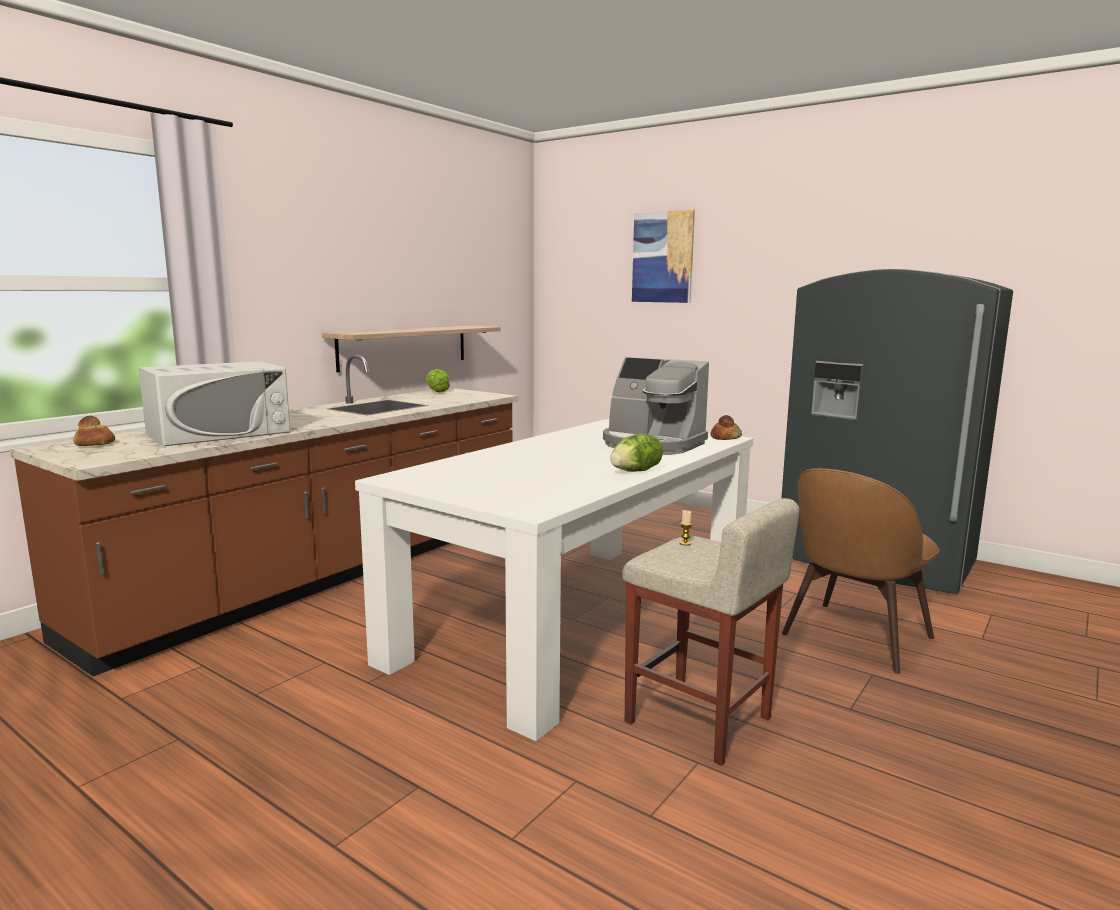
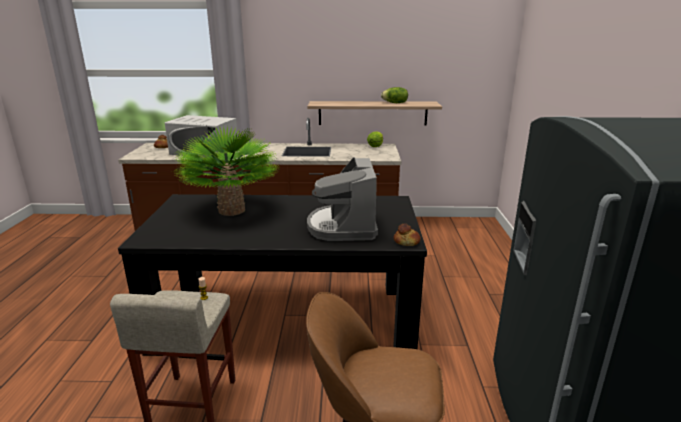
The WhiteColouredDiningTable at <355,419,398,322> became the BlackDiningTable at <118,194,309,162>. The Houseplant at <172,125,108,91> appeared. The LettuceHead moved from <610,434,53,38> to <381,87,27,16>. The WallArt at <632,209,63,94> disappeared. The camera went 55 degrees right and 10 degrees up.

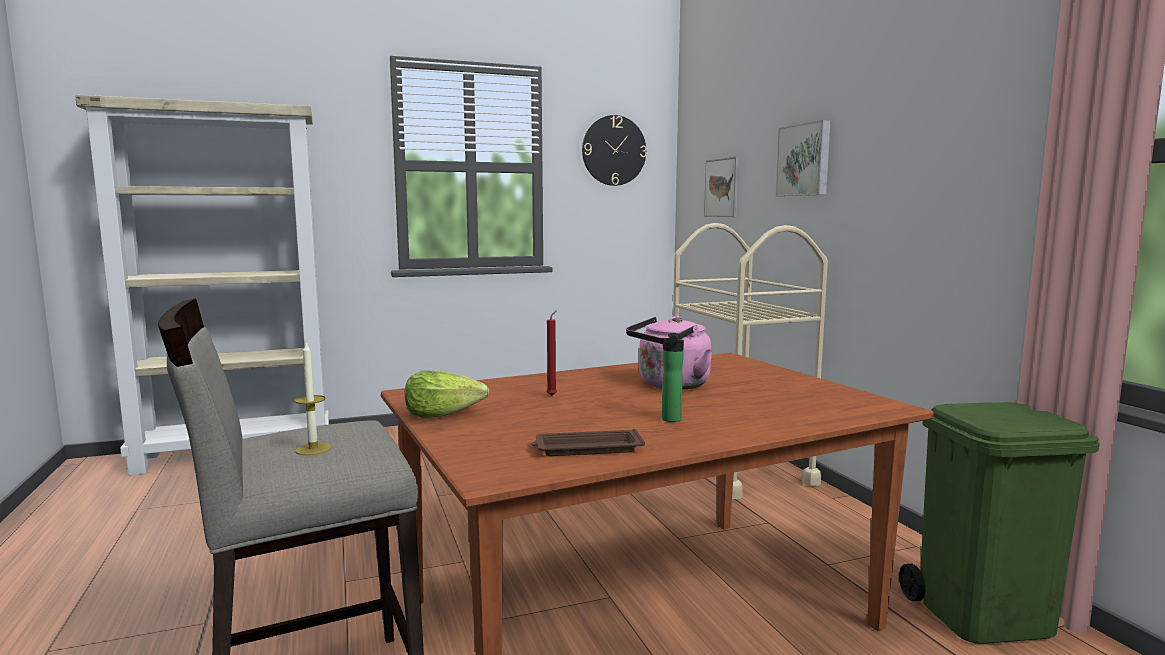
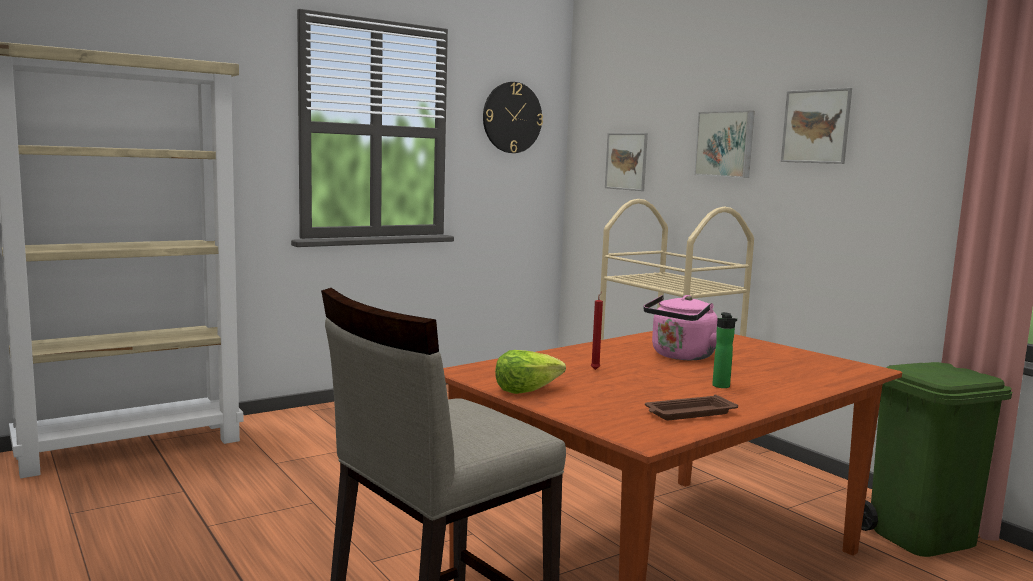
The WallArt at <781,88,71,76> appeared. The WaxCandle at <294,343,37,112> disappeared. The camera went 15 degrees left and 0 degrees up.

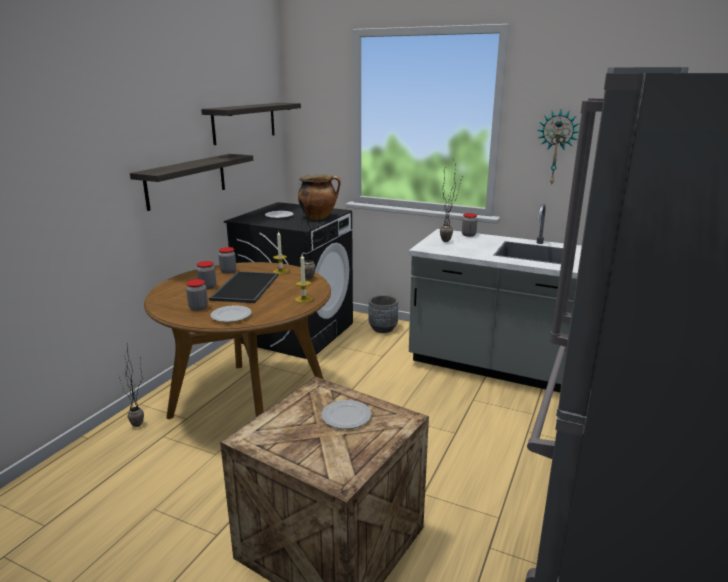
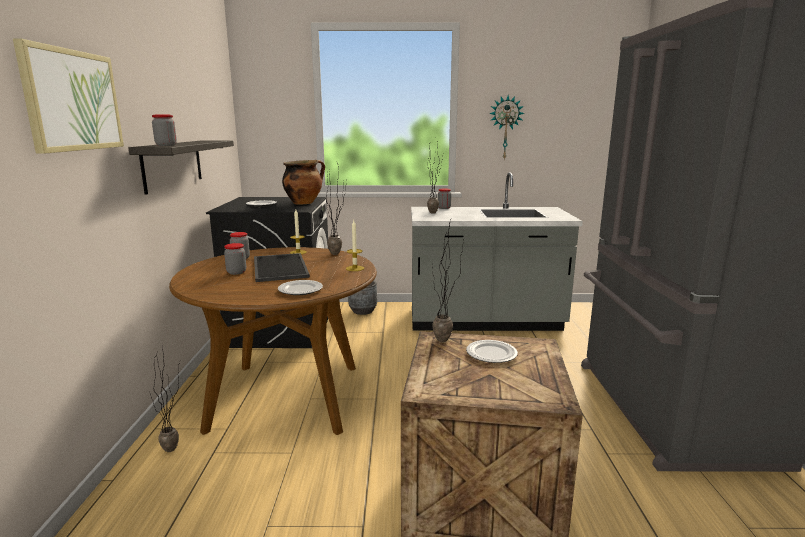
The WallArt at <13,39,111,115> appeared. The PreserveJar moved from <186,279,22,32> to <152,114,25,32>. The Houseplant at <432,217,32,125> appeared. The WallShelf at <201,103,100,42> disappeared. The camera went 25 degrees left and 5 degrees down.

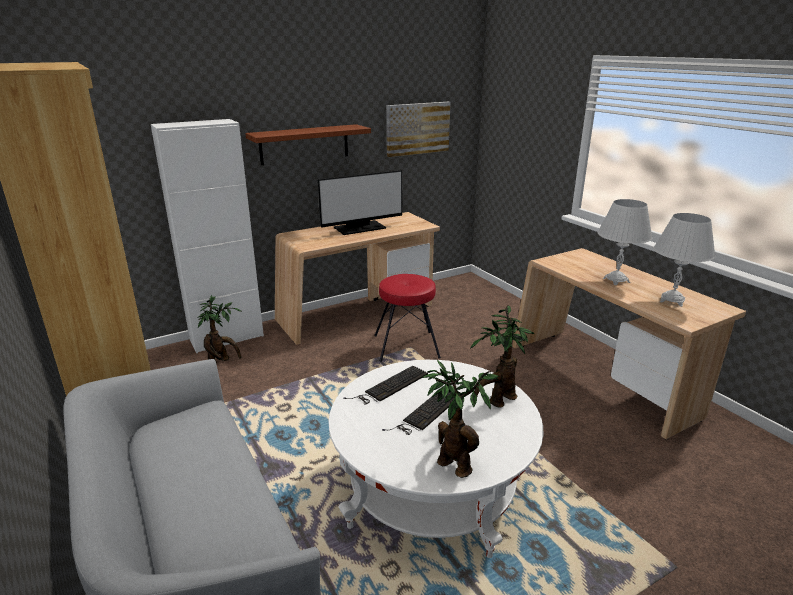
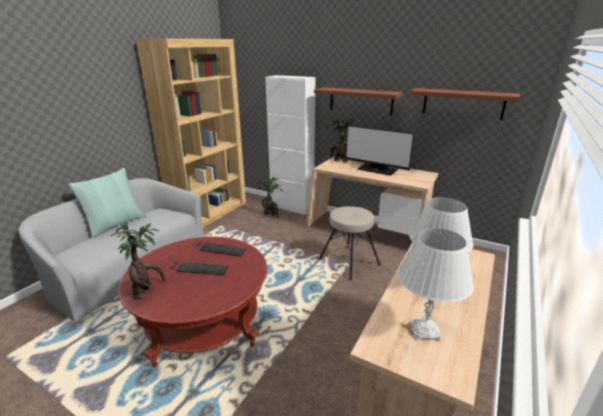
The Pillow at <68,168,77,70> appeared. The WhiteColouredLowTable at <328,360,215,198> became the ReddishLowTable at <118,237,149,130>. The ReddishSittingStool at <374,274,67,88> became the BeigeSittingStool at <319,206,61,75>. The Houseplant moved from <470,305,64,103> to <326,118,28,44>. The WallArt at <386,102,65,55> was replaced by the BrownColouredWallShelf at <410,88,110,32>. The camera went 60 degrees right and 0 degrees up.

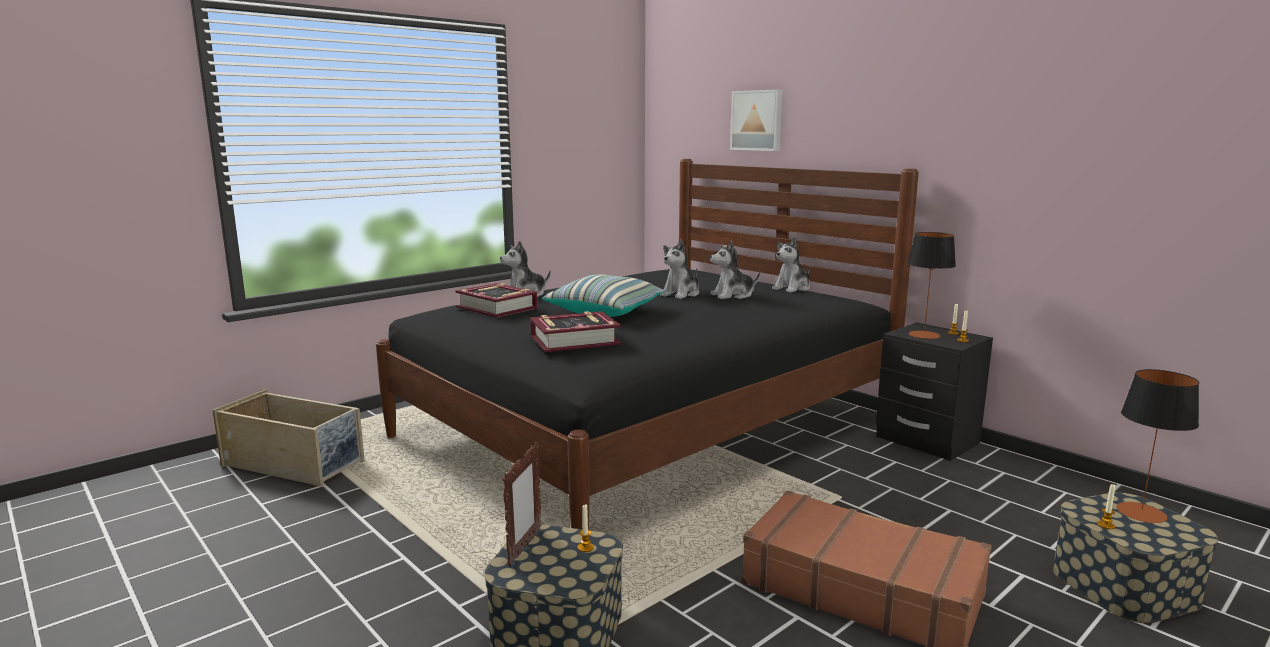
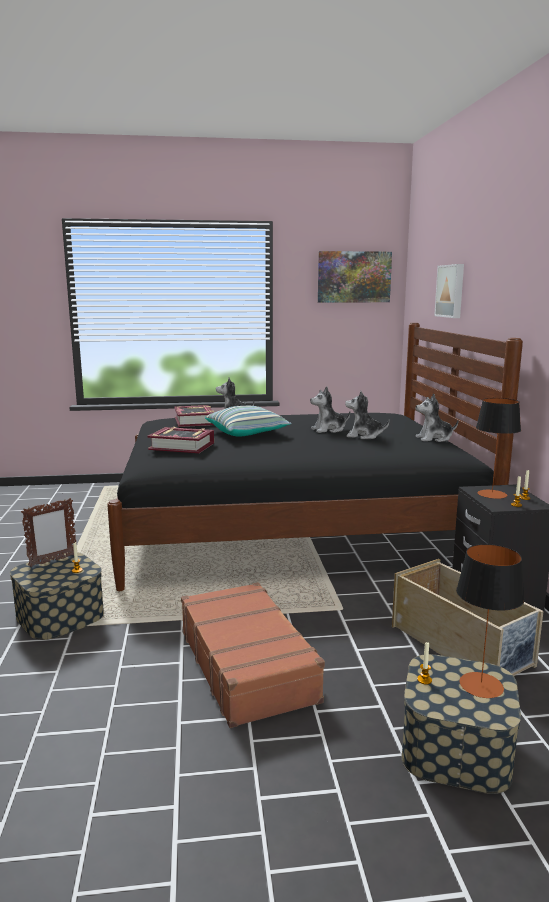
The WallArt at <318,251,74,52> appeared. The BeigeStorageBin moved from <212,389,153,97> to <392,559,152,117>. The camera went 35 degrees right and 0 degrees up.

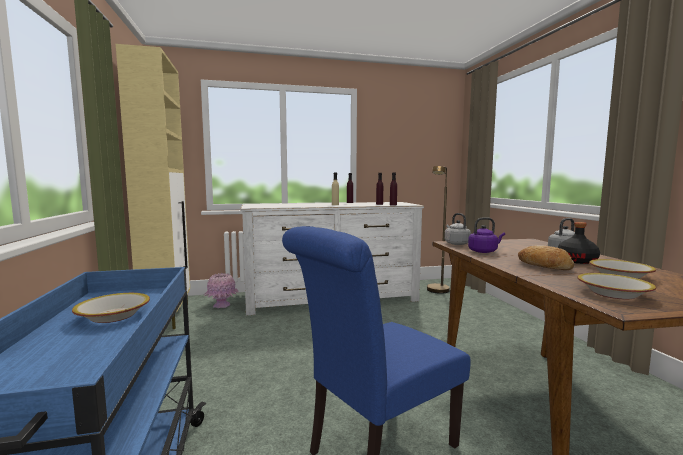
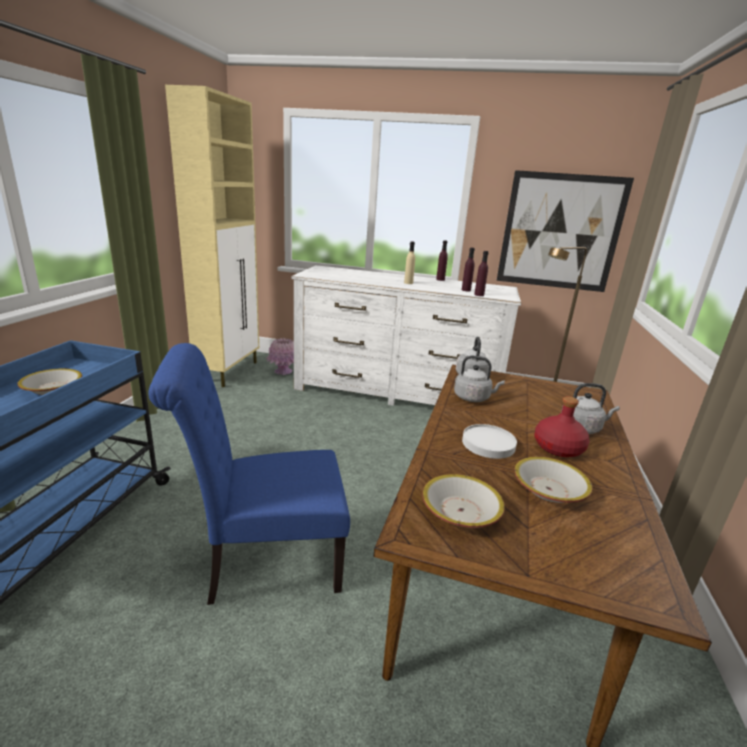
The PurpleColouredTeaKettle at <468,217,37,36> became the GreyishTeaKettle at <454,356,51,46>. The BakeryBread at <518,245,56,25> was replaced by the WhiteColouredPlate at <462,424,55,35>. The WallArt at <497,170,137,122> appeared. The BlackDrinkBottle at <557,222,43,42> became the ReddishDrinkBottle at <534,396,56,61>. The camera went 25 degrees right and 15 degrees up.

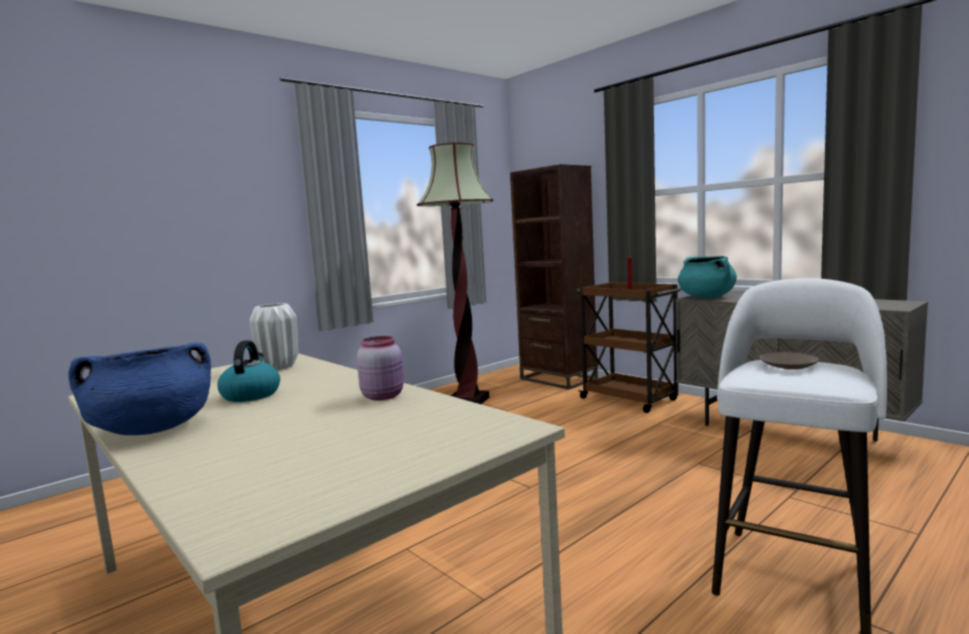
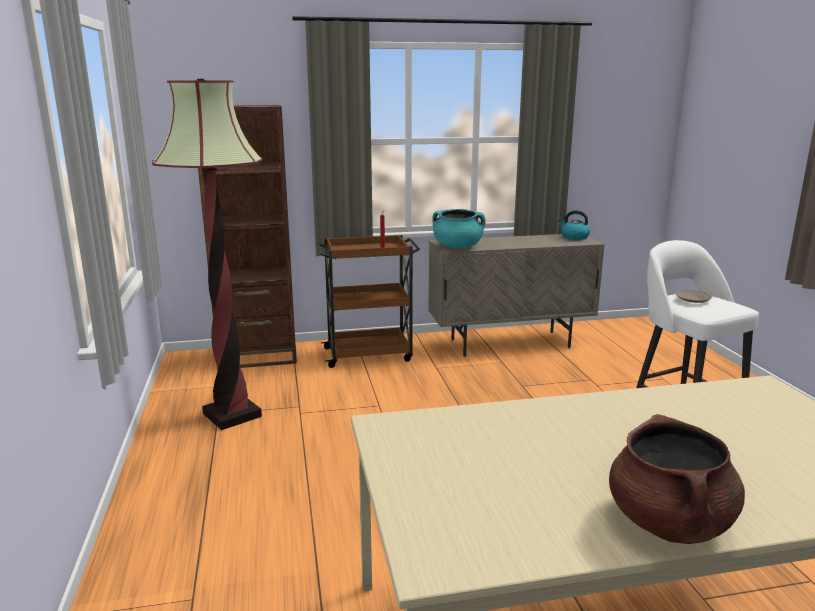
The TeaKettle moved from <217,340,63,62> to <558,210,32,30>. The BluishStockpot at <69,342,142,93> became the BrownColouredStockpot at <609,414,136,130>. The WhiteColouredDecorativeVase at <249,303,49,67> disappeared. The PinkishPreserveJar at <357,336,47,65> disappeared. The camera went 60 degrees left and 10 degrees up.

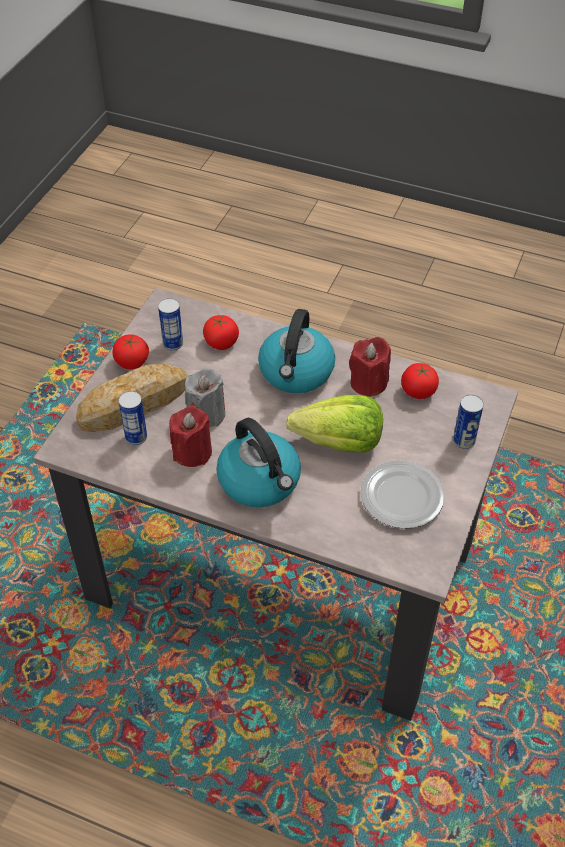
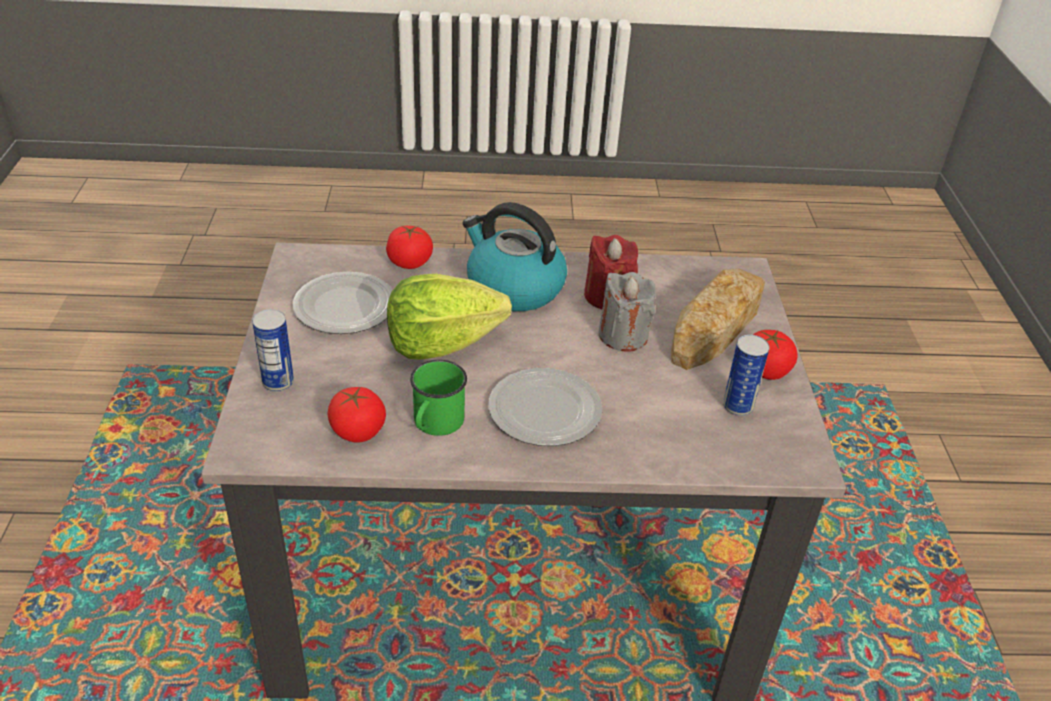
The FreshTomato moved from <203,315,36,35> to <386,226,47,43>. The ReddishWaxCandle at <349,337,42,60> was replaced by the GreenColouredTeaMug at <410,360,57,76>. The TeaKettle at <258,309,77,84> was replaced by the Plate at <489,368,113,78>. The Can at <119,391,28,54> disappeared. The camera went 155 degrees right and 10 degrees down.

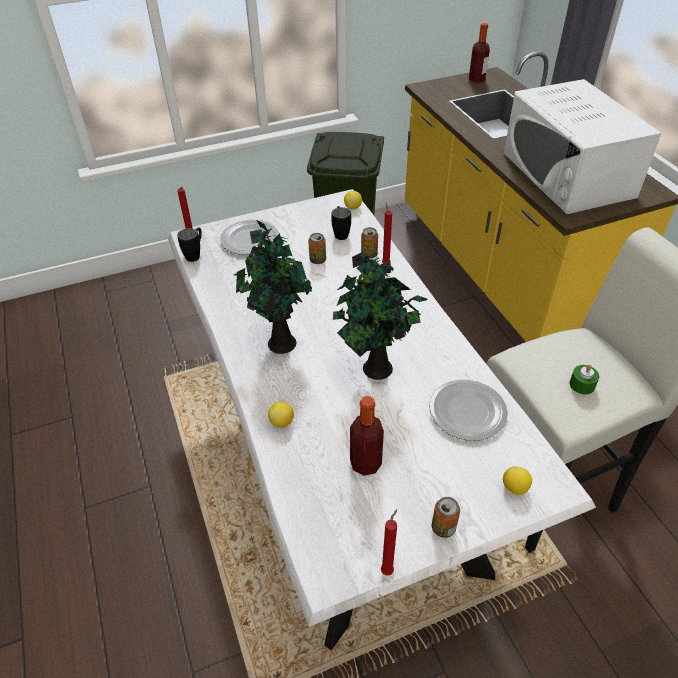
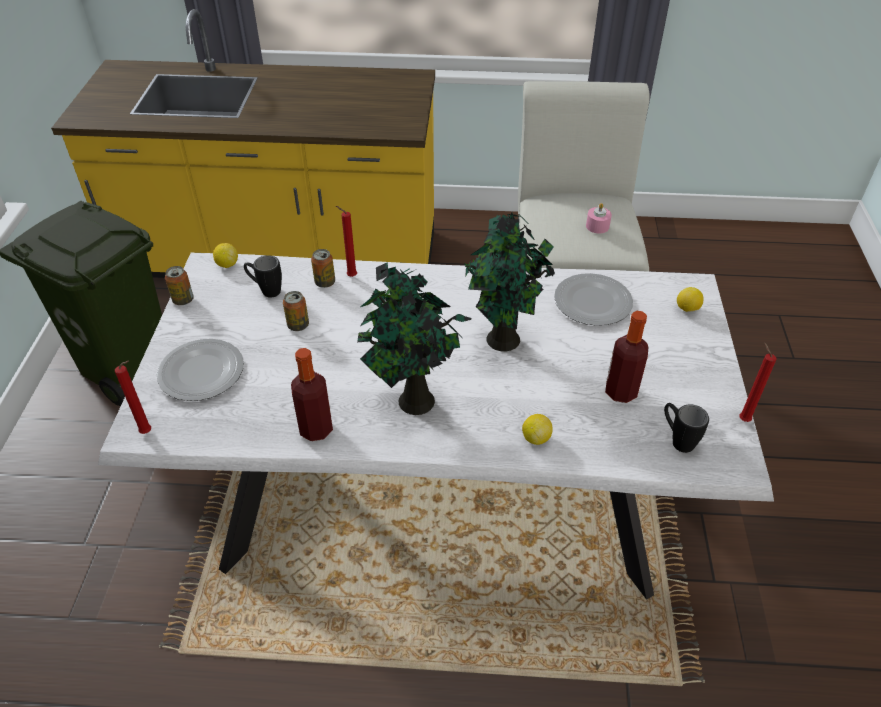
The Can moved from <432,497,28,41> to <165,266,29,39>. The DrinkBottle moved from <469,23,21,60> to <291,348,42,93>. The GreenColouredWaxCandle at <569,365,30,29> became the PinkishWaxCandle at <586,203,26,31>. The BlackTeaMug moved from <177,227,25,35> to <664,403,45,50>. The WhiteColouredMicrowave at <504,79,158,135> disappeared. The camera went 65 degrees left and 0 degrees up.

